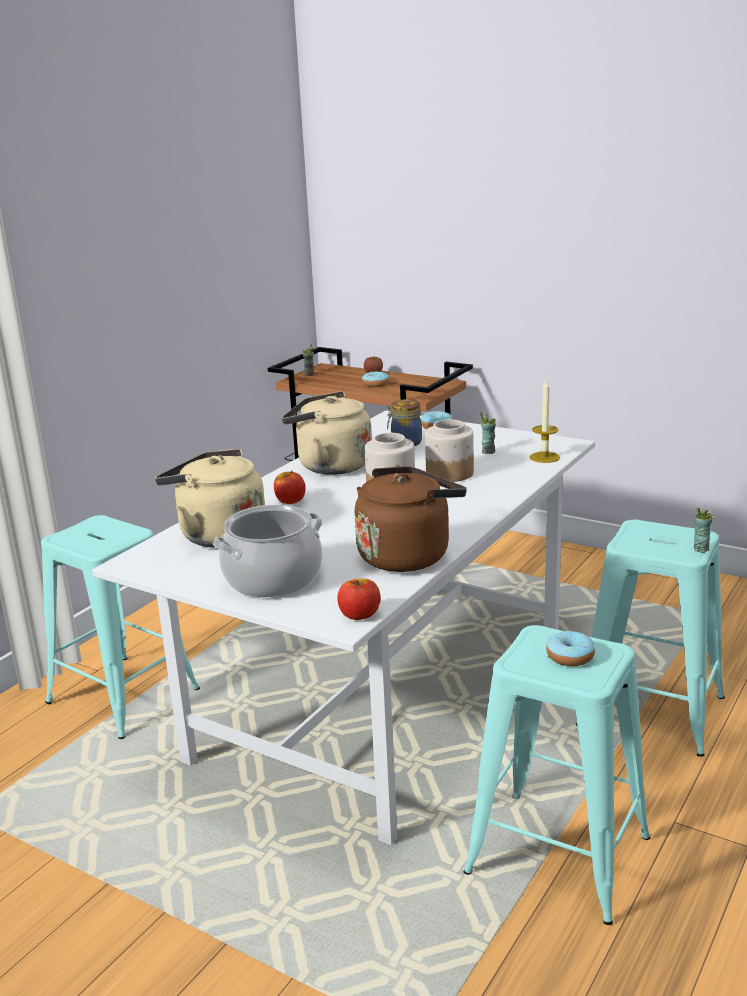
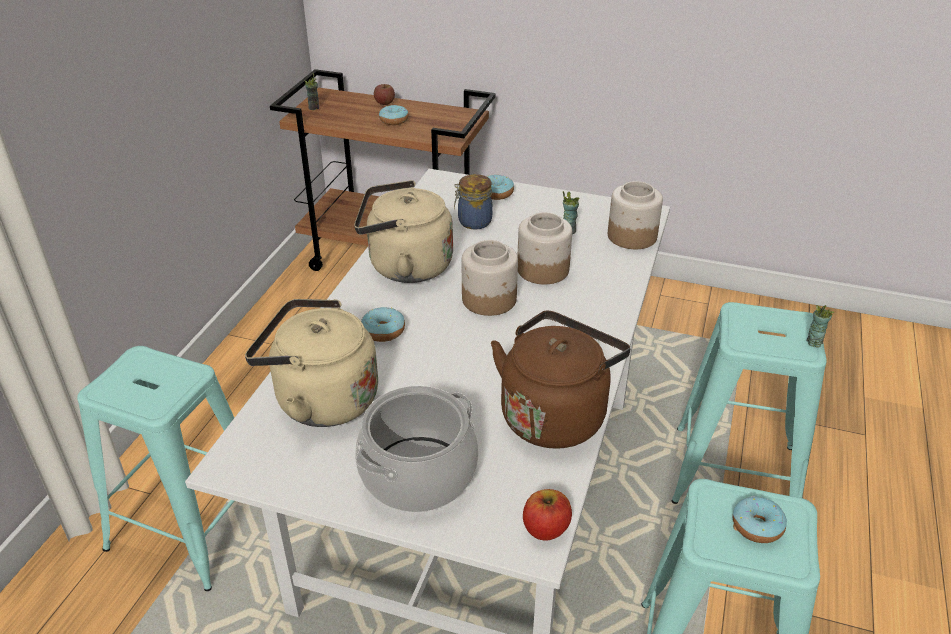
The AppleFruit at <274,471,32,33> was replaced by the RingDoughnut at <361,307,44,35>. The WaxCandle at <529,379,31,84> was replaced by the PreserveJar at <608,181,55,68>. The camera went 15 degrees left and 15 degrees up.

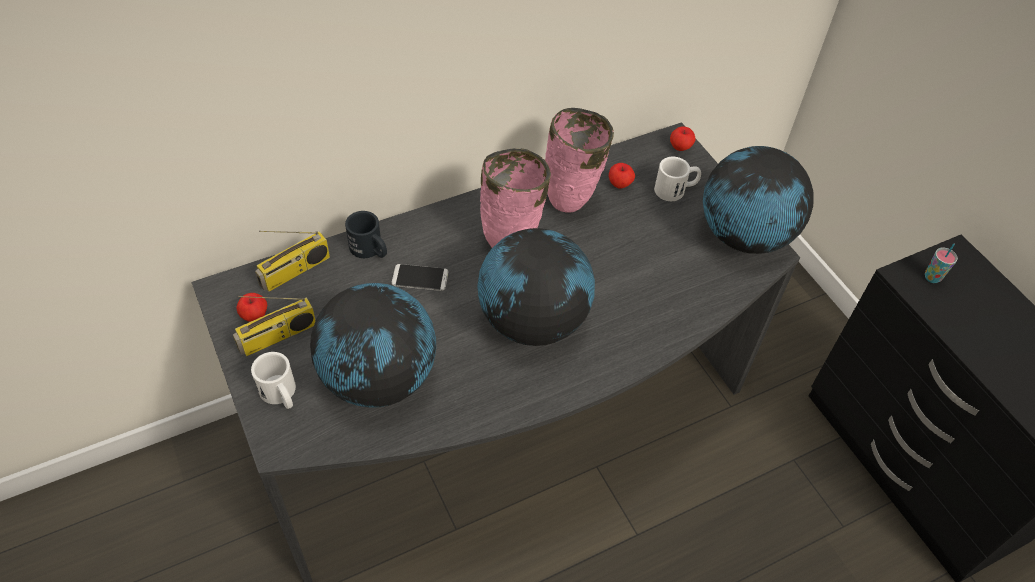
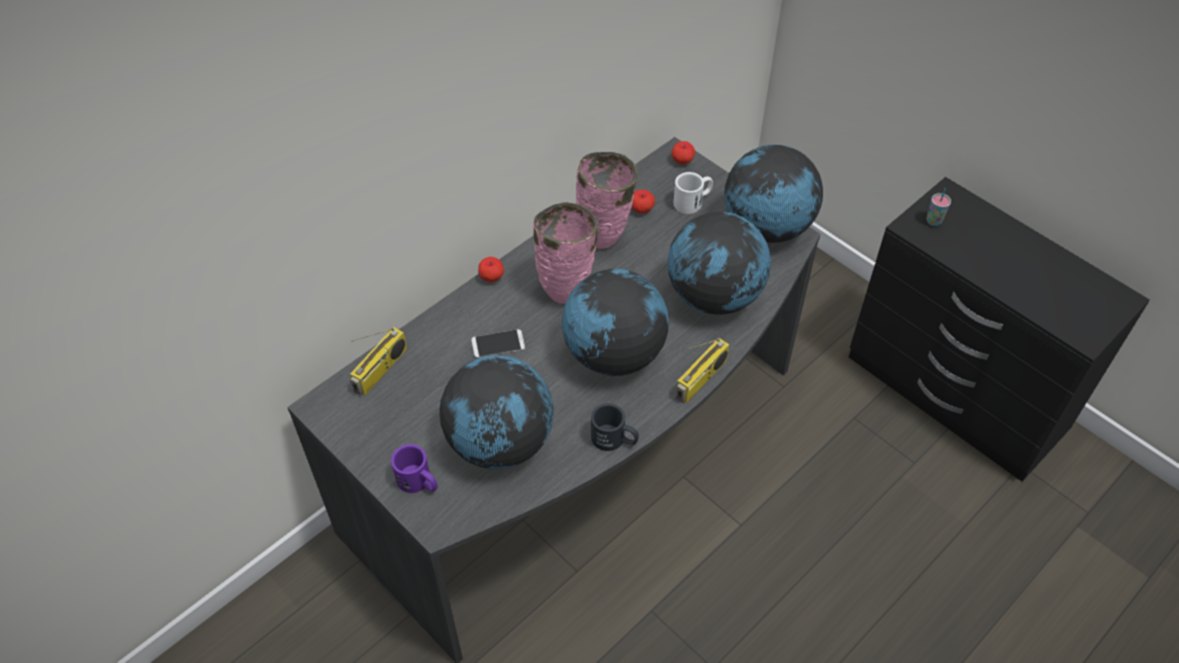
The WhiteColouredTeaMug at <251,352,45,57> became the PurpleColouredTeaMug at <391,444,47,49>. The AppleFruit moved from <237,293,30,29> to <478,257,26,25>. The BlackTeaMug moved from <345,211,42,47> to <591,403,48,48>. The WorldGlobe at <668,212,103,102> appeared. The RadioSet moved from <233,296,83,60> to <676,338,53,65>. The camera went 15 degrees left and 0 degrees up.

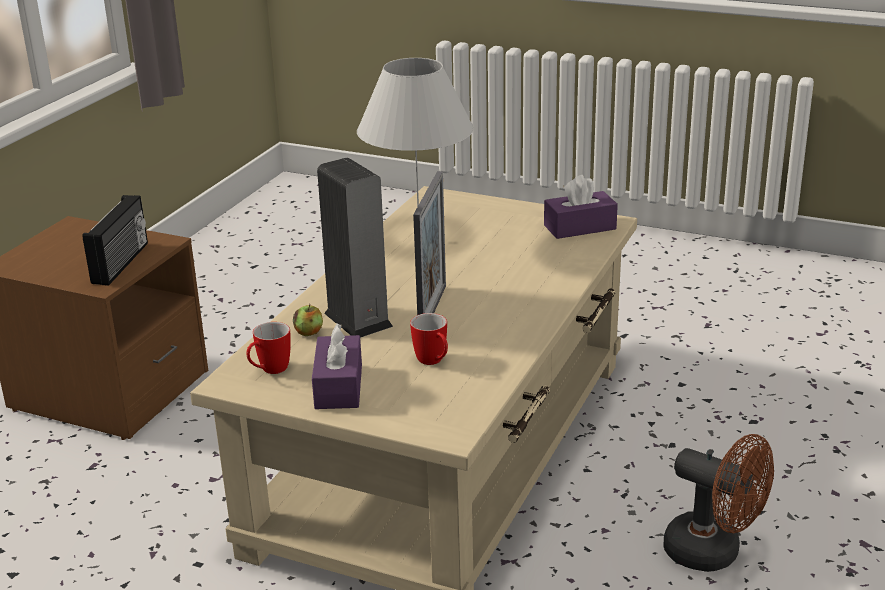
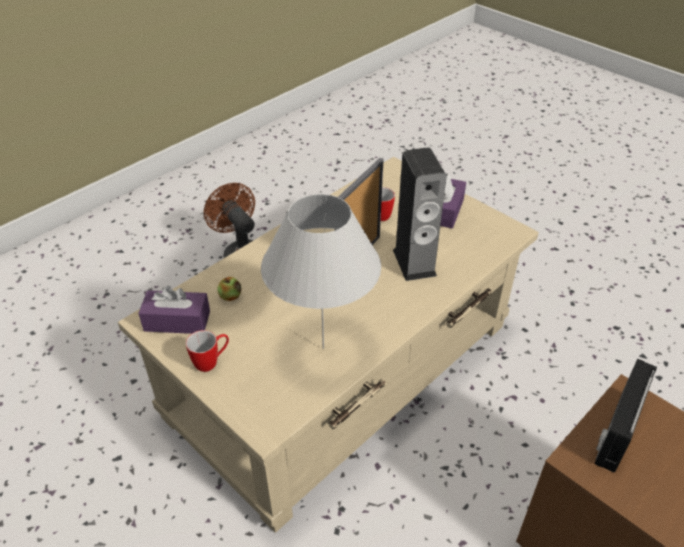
The TeaMug moved from <246,322,45,52> to <186,330,43,42>. The AppleFruit moved from <293,304,30,32> to <217,277,24,24>. The camera went 160 degrees left and 15 degrees up.

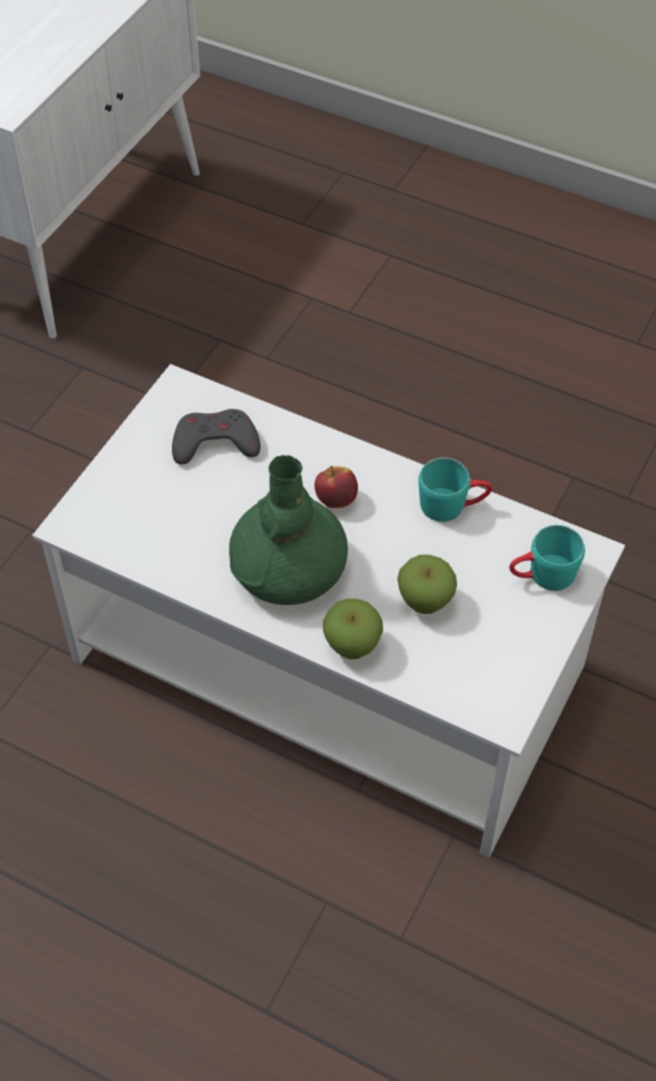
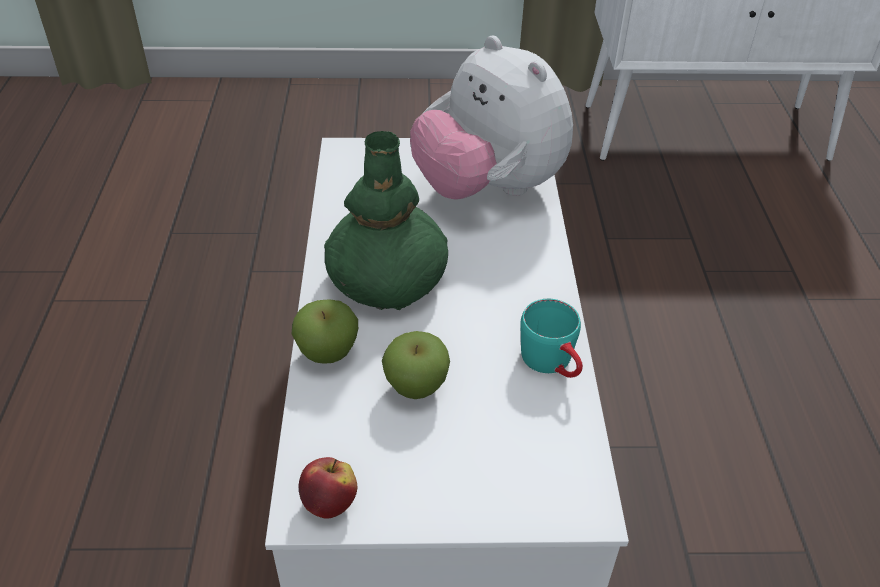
The AppleFruit moved from <315,466,43,42> to <299,457,58,62>. The GreyishGameController at <172,409,89,55> was replaced by the CuddlyToy at <410,35,163,165>. The BlueGreenTeaMug at <509,525,76,66> disappeared. The camera went 60 degrees right and 10 degrees down.

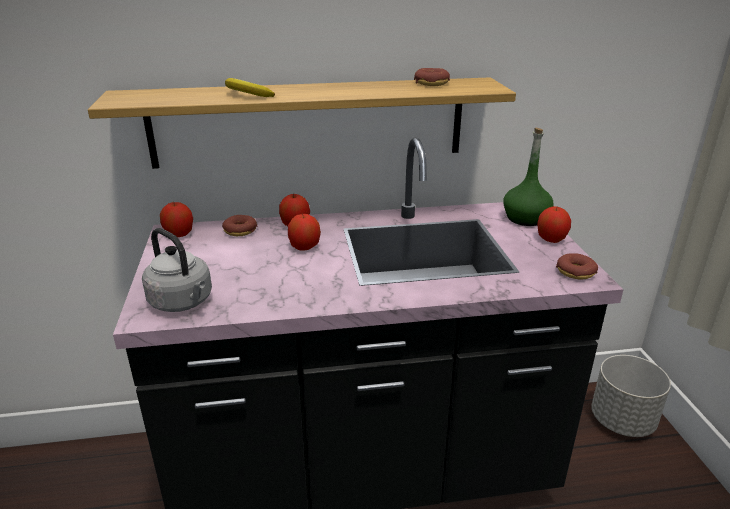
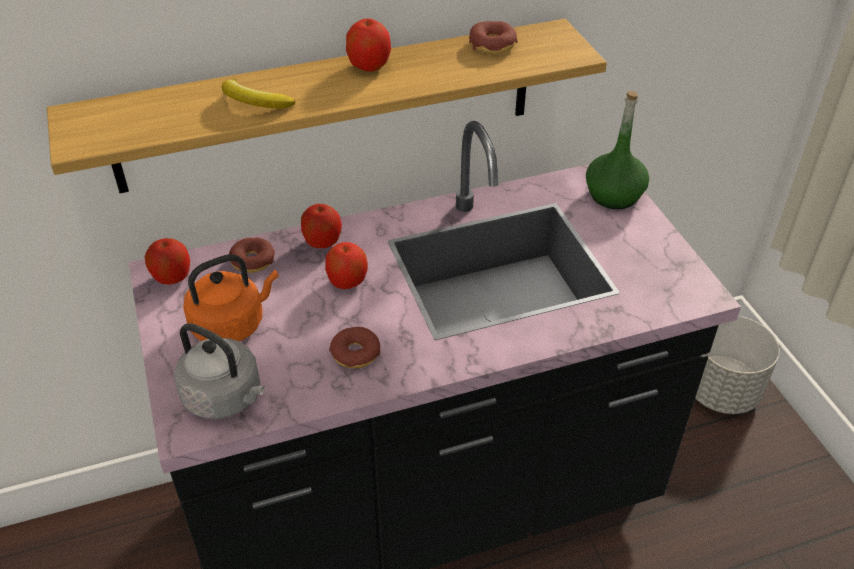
The OrangeTeaKettle at <183,254,96,87> appeared. The RingDoughnut moved from <556,253,42,27> to <329,327,51,41>. The AppleFruit moved from <537,206,34,37> to <346,18,45,54>. The camera went 10 degrees left and 15 degrees up.

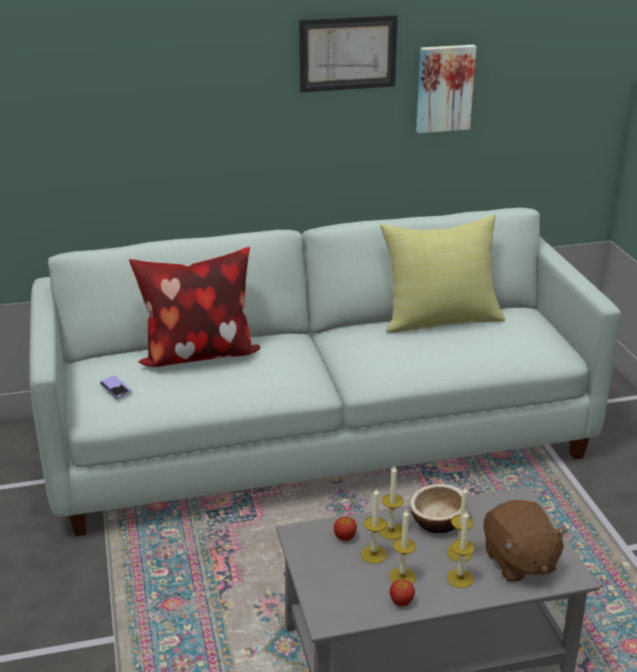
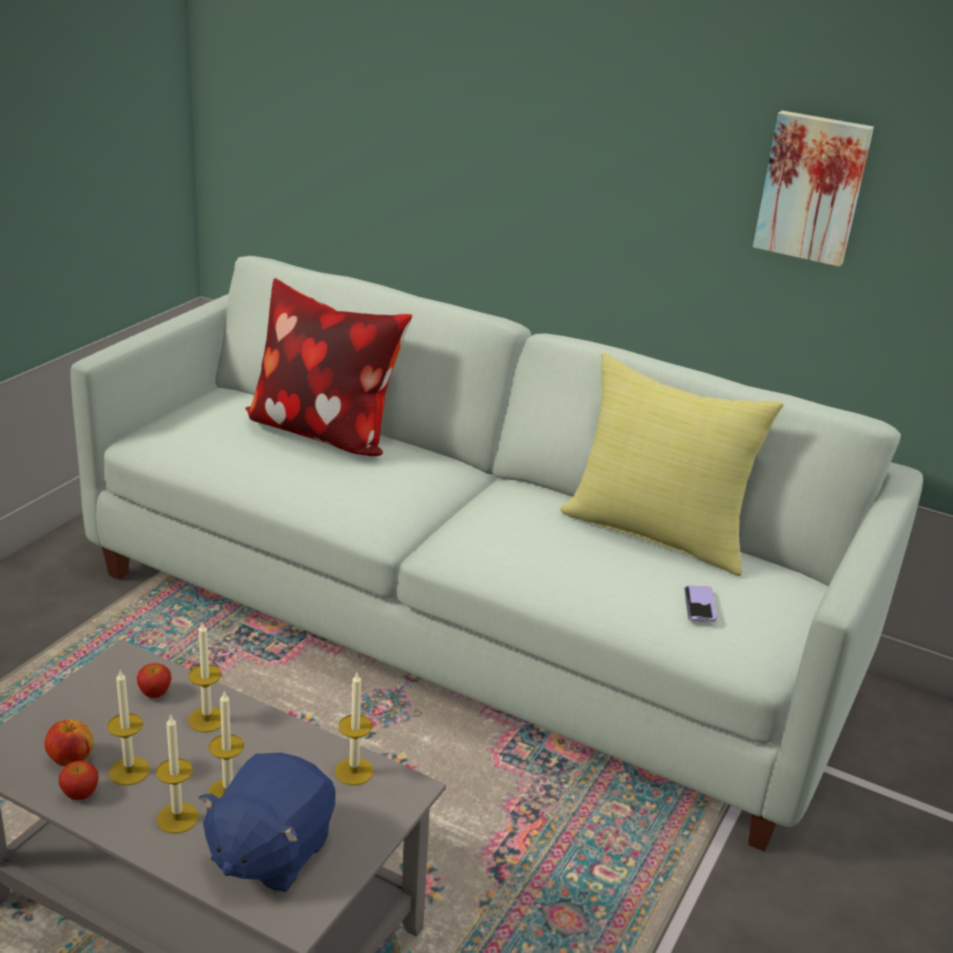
The AppleFruit at <44,719,50,47> appeared. The BrownColouredCuddlyToy at <483,500,85,82> became the BluishCuddlyToy at <199,753,137,139>. The WaxCandle moved from <361,487,26,77> to <335,673,39,112>. The Phone moved from <100,376,31,23> to <684,586,33,36>. The WallArt at <299,15,99,78> disappeared. The ServingBowl at <410,484,58,49> disappeared. The camera went 40 degrees right and 0 degrees up.

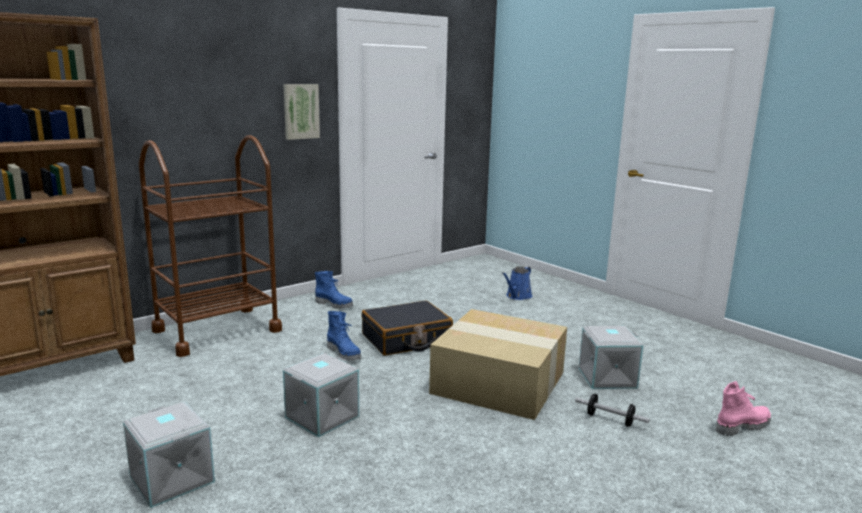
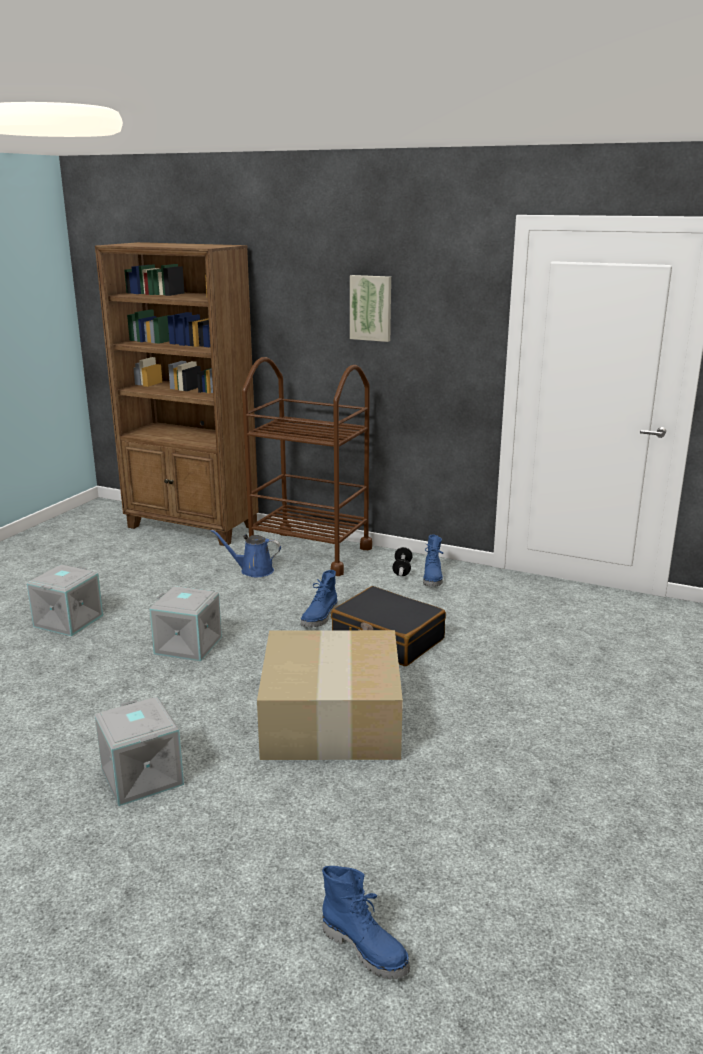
The GreyishStorageBin moved from <579,326,64,63> to <95,697,89,109>. The BluishWateringCan moved from <502,266,30,34> to <211,529,70,48>. The PinkishBoot at <716,381,55,55> became the BluishBoot at <322,866,88,113>. The WallArt moved from <284,84,36,56> to <350,275,41,67>. The HandWeight moved from <575,394,75,33> to <392,547,21,29>. The camera went 65 degrees right and 5 degrees up.

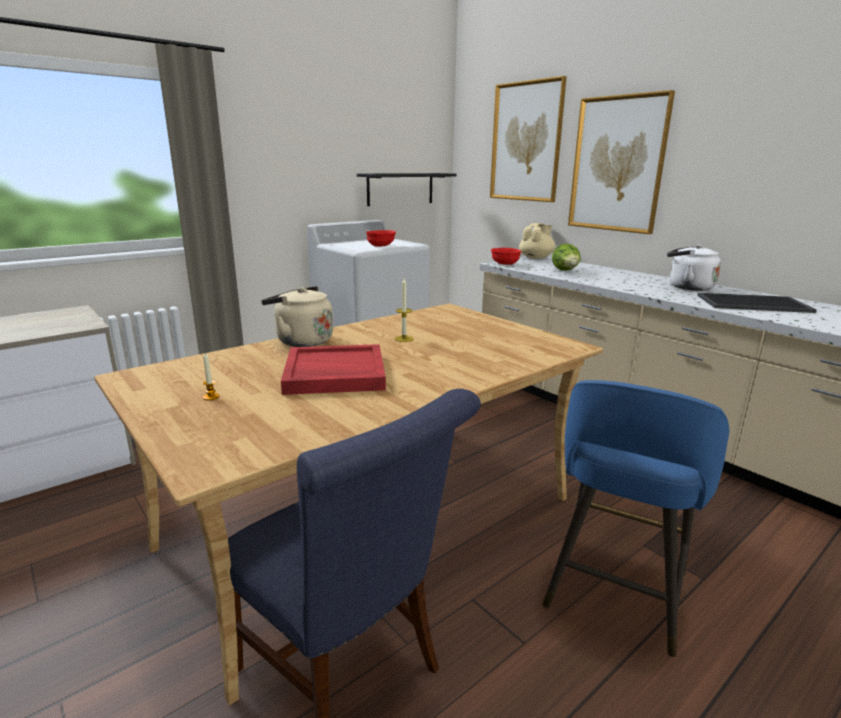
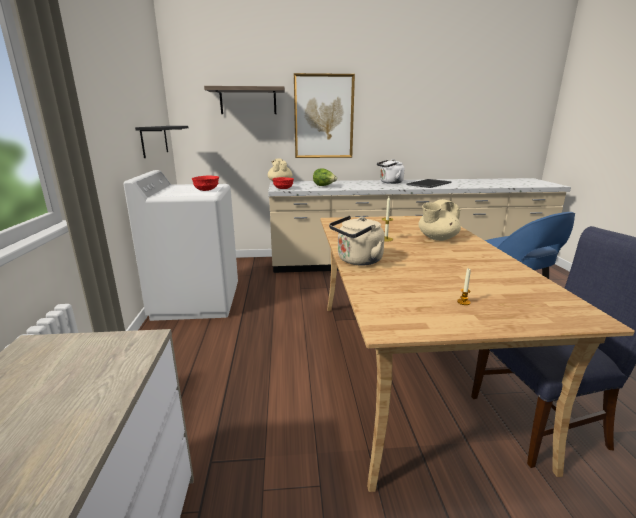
The WallArt at <490,76,77,126> was replaced by the WallShelf at <204,86,81,28>. The BeigeTeaPot at <419,199,42,42> appeared. The ReddishCarryingTray at <281,344,105,51> disappeared. The camera went 55 degrees left and 0 degrees up.

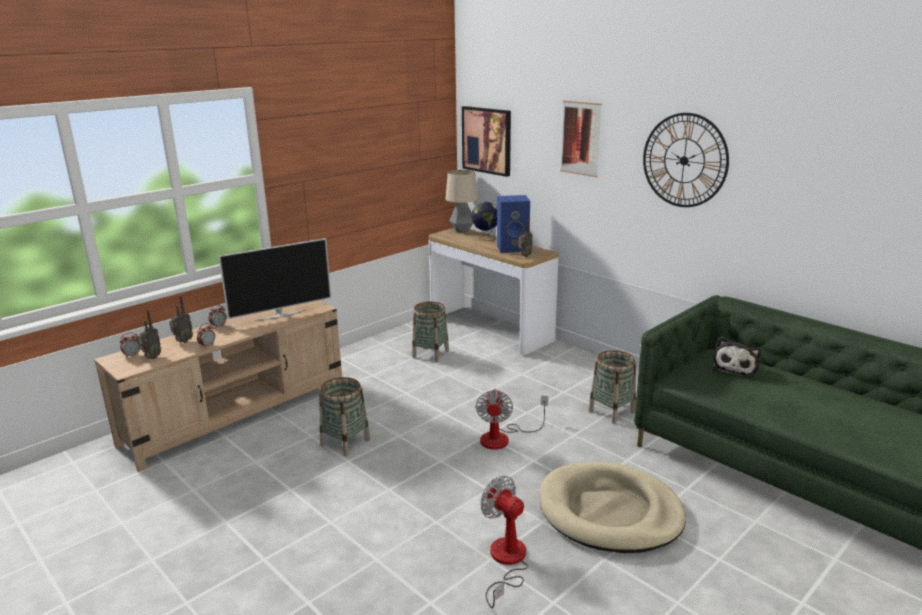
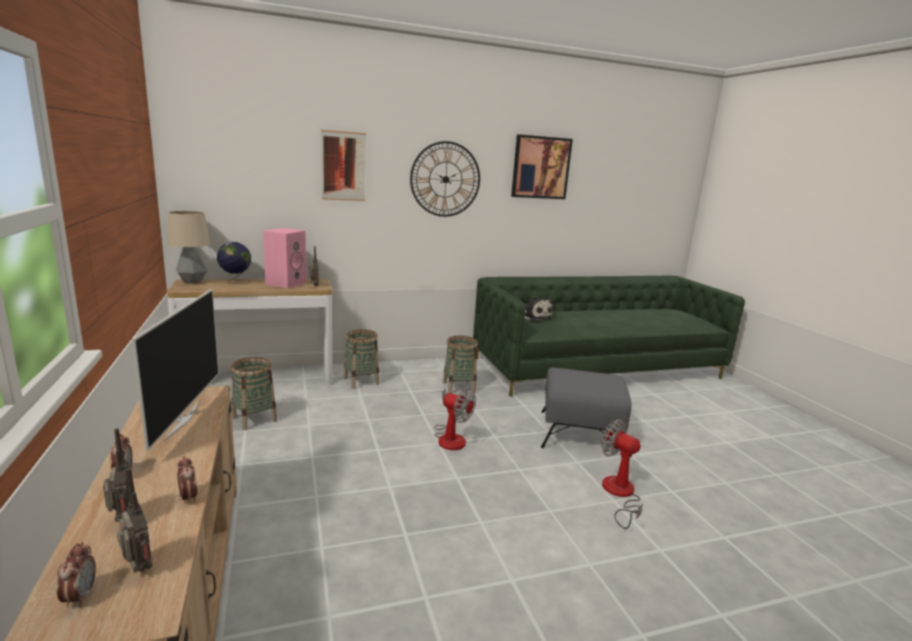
The BluishSpeaker at <497,195,33,58> became the PinkishSpeaker at <263,228,44,60>. The StorageBasket moved from <320,377,50,79> to <344,330,35,59>. The WallArt moved from <462,106,49,71> to <511,134,62,65>. The BeigeDogBed at <540,462,146,91> was replaced by the GreyishOttoman at <541,368,90,89>. The CoolingFan at <480,476,48,132> turned 60 degrees clockwise. The camera went 65 degrees left and 5 degrees down.

